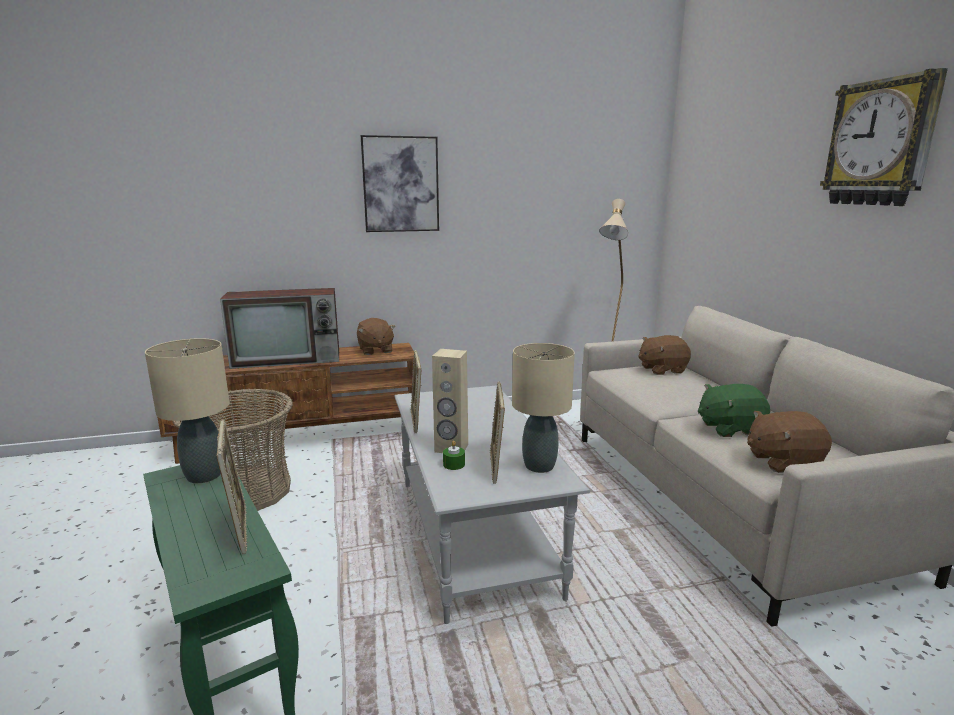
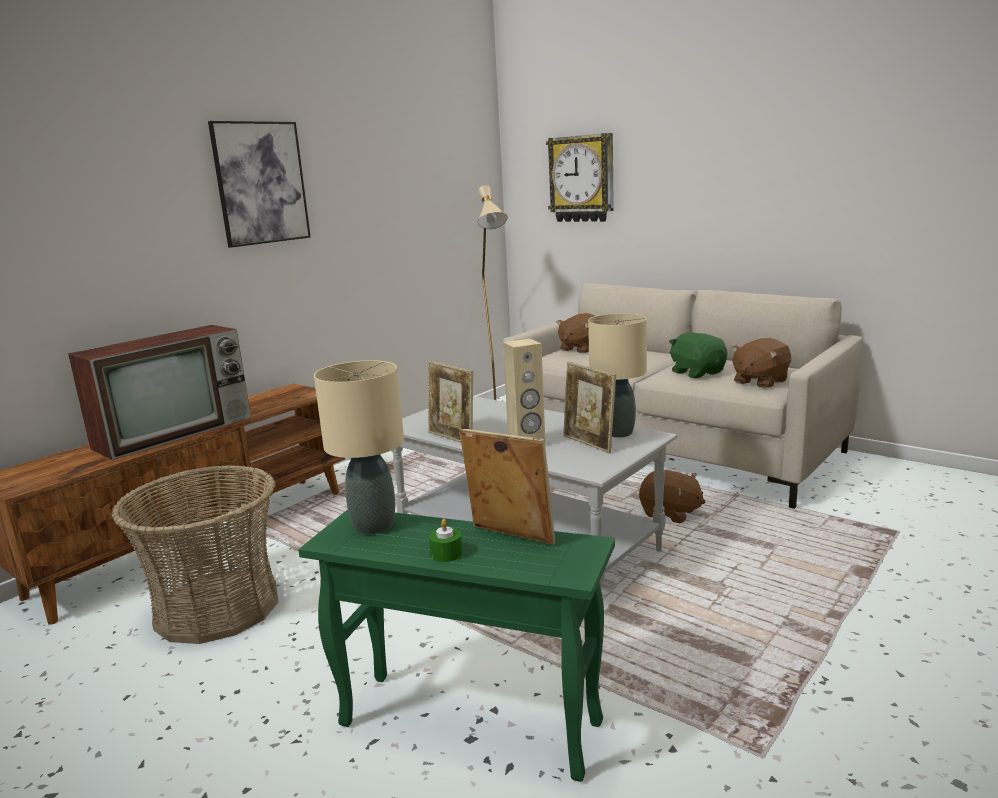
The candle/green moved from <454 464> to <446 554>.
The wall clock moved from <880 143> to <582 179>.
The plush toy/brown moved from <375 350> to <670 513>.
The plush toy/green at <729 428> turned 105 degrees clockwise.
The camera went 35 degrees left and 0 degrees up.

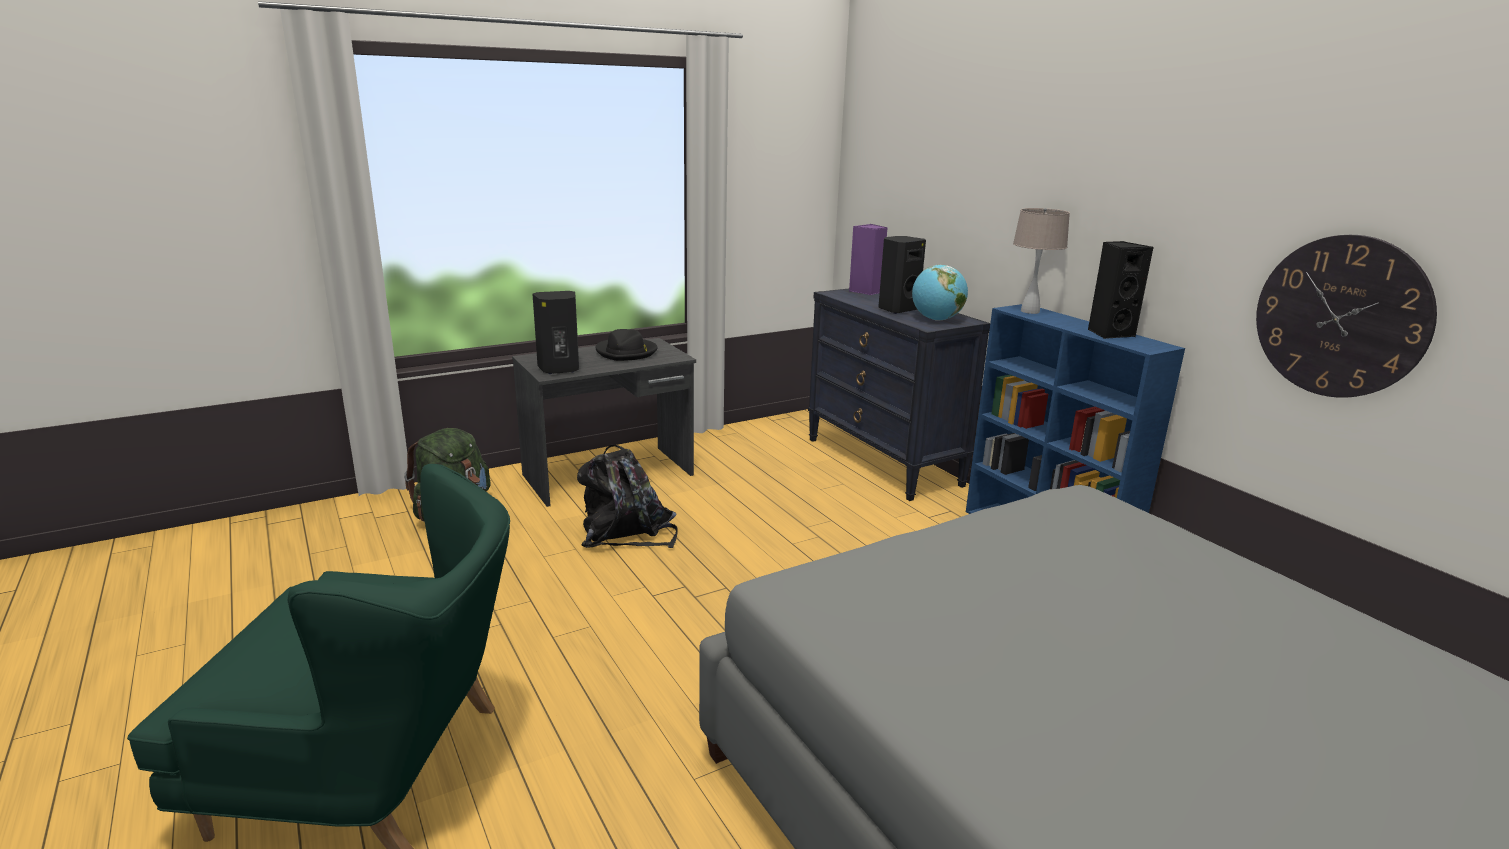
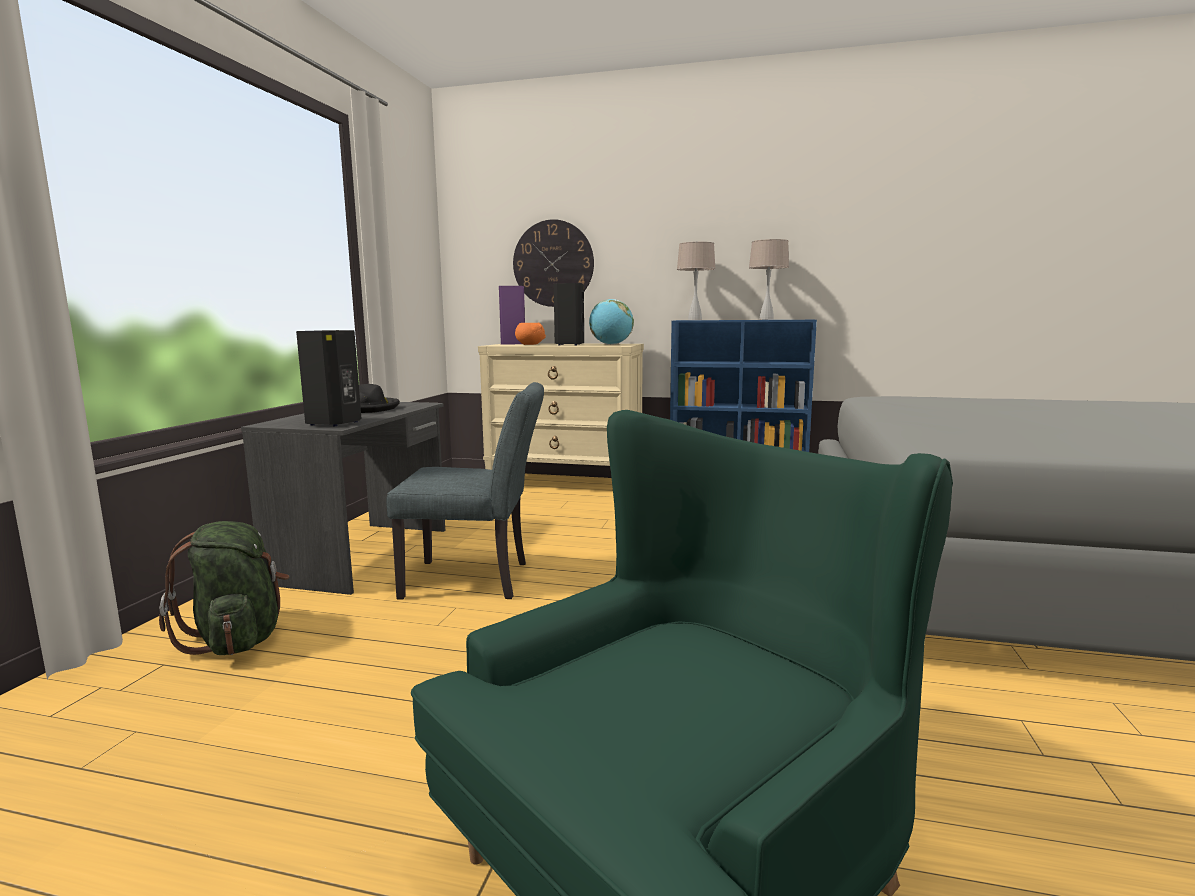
The backpack/black at <626 532> was replaced by the chair/grey at <477 580>.
The dresser/black at <884 462> became the dresser/beige at <565 484>.
The wall clock moved from <1340 317> to <553 263>.
The bowl/orange at <530 344> appeared.
The speaker/black at <1109 333> was replaced by the table lamp/beige at <766 319>.
The camera went 45 degrees left and 10 degrees down.

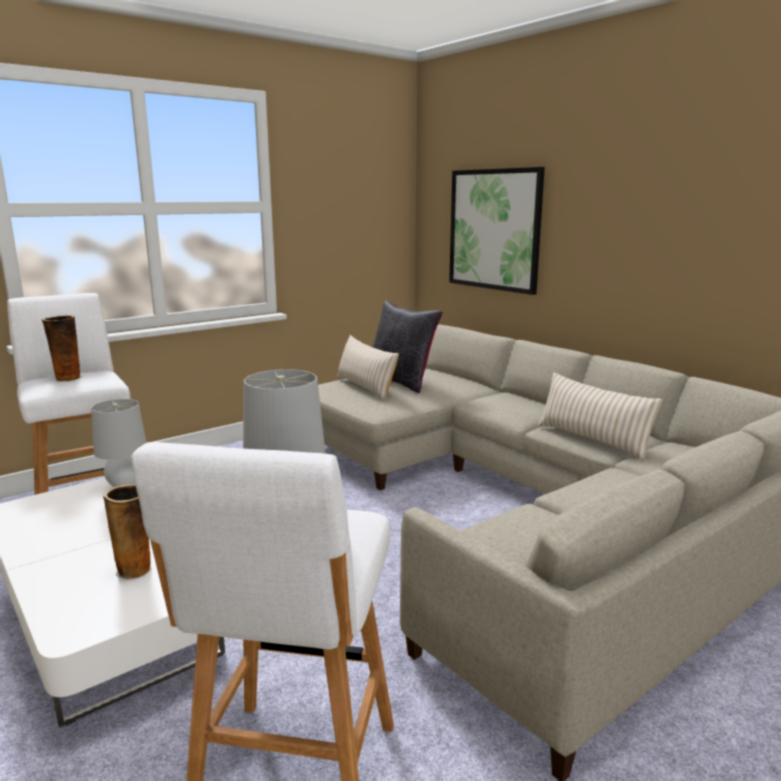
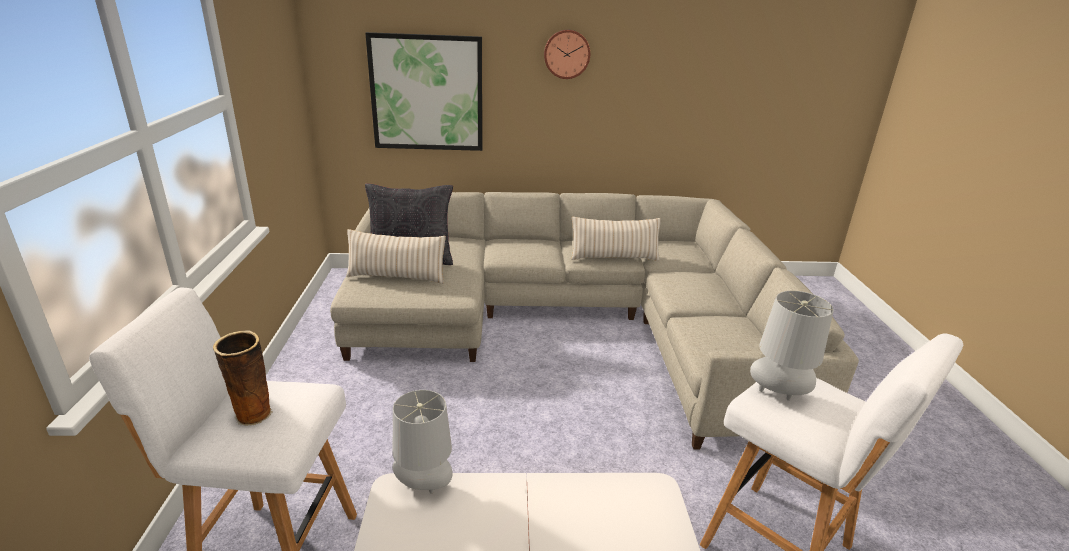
The wall clock at <566 54> appeared.
The vase at <136 570> disappeared.
The camera went 55 degrees left and 10 degrees up.

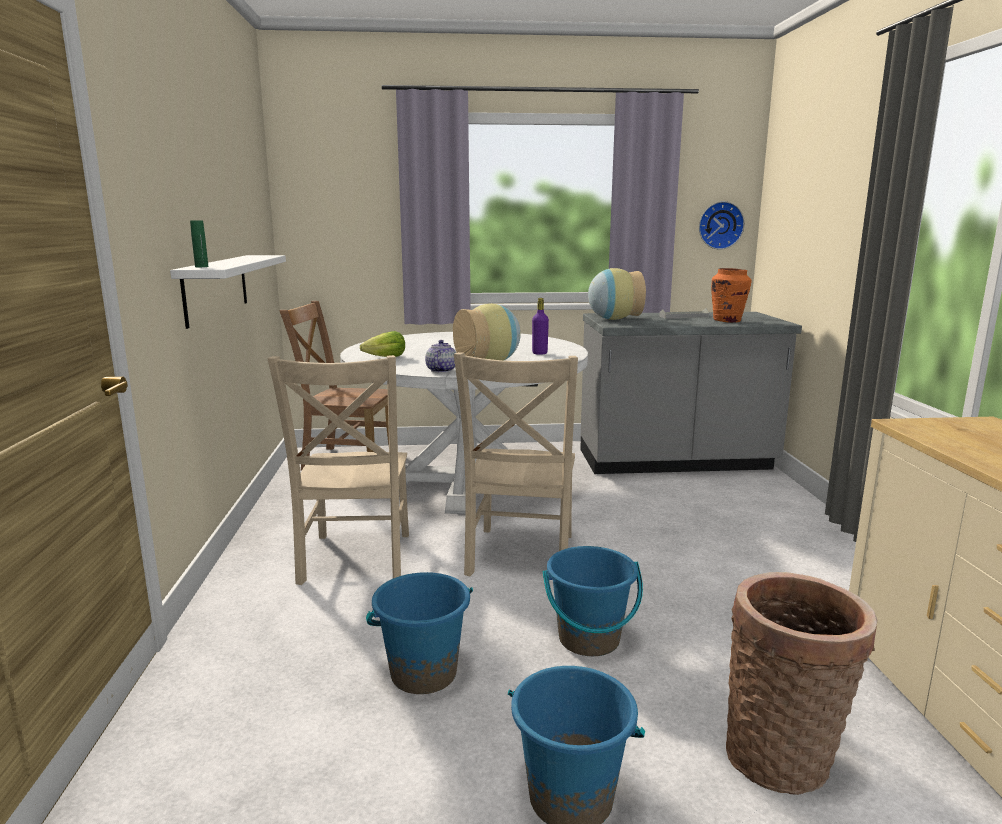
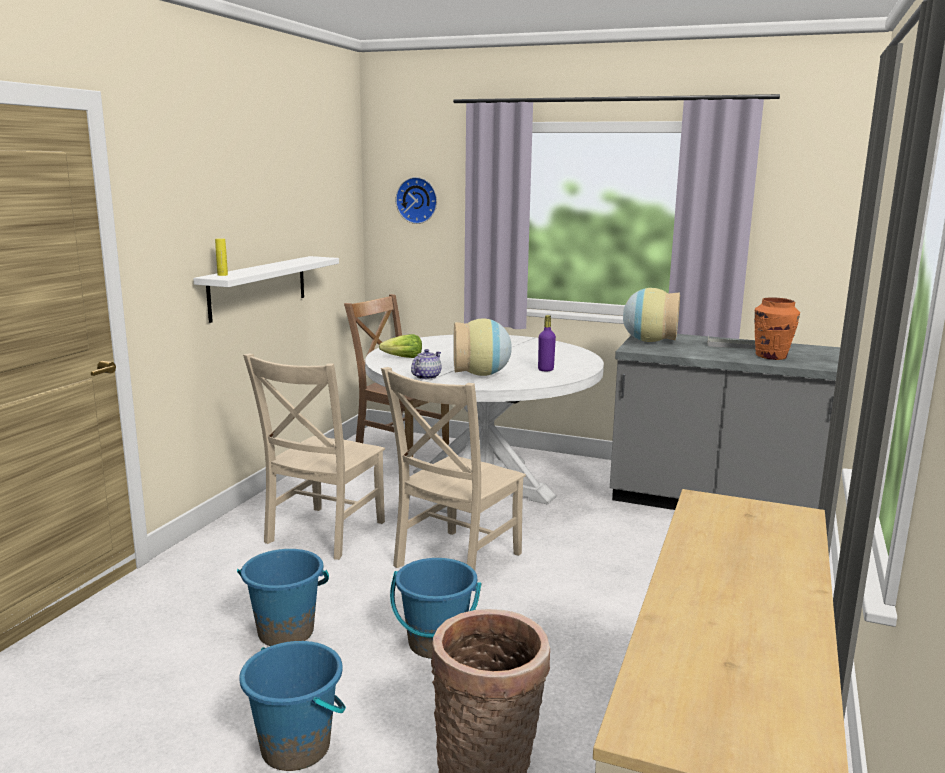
The bottle/green at <201 267> became the bottle/yellow at <222 275>.
The wall clock moved from <720 225> to <417 200>.
The camera went 25 degrees right and 0 degrees up.

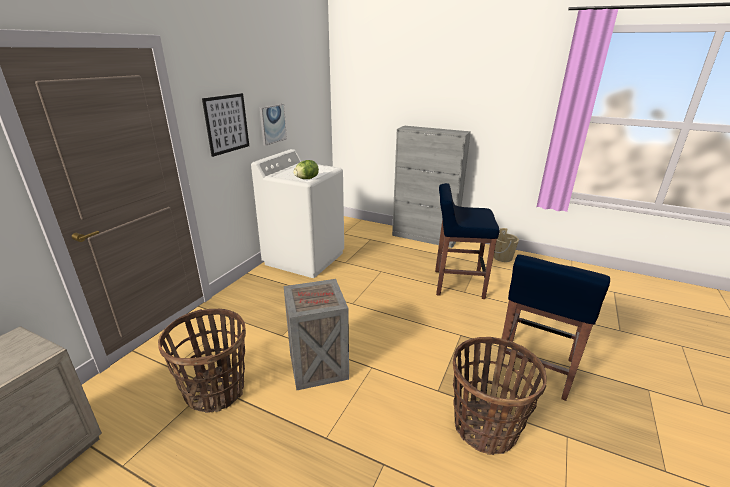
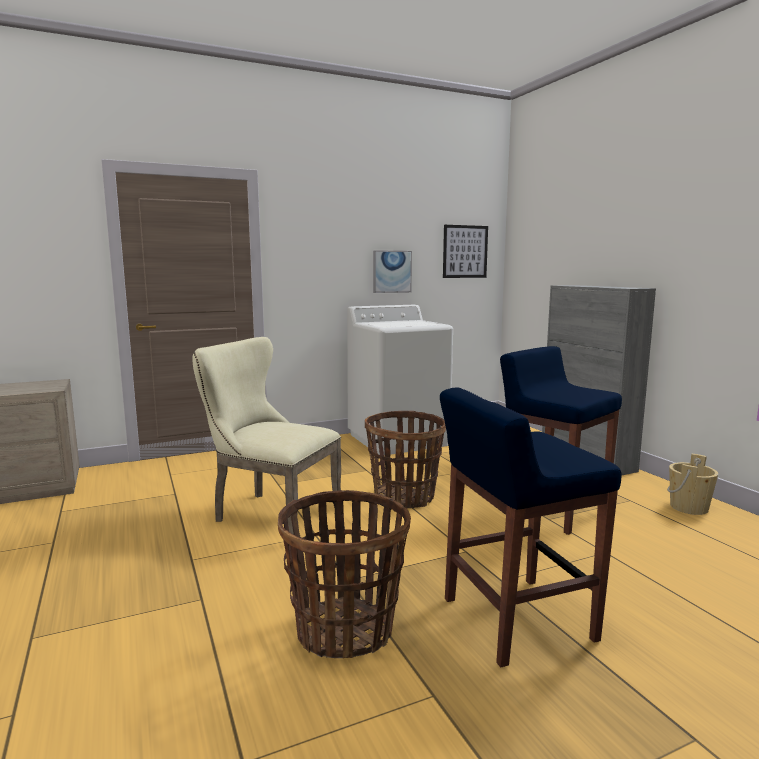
The crate at <317 365> was replaced by the chair/beige at <270 514>.
The basket moved from <215 390> to <404 497>.
The picture moved from <227 124> to <465 251>.
The lettuce at <306 179> disappeared.
The camera went 40 degrees right and 15 degrees down.

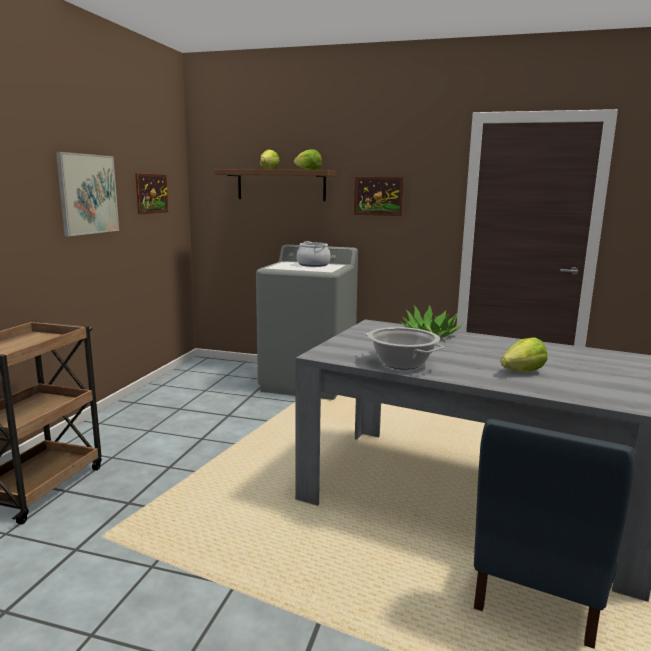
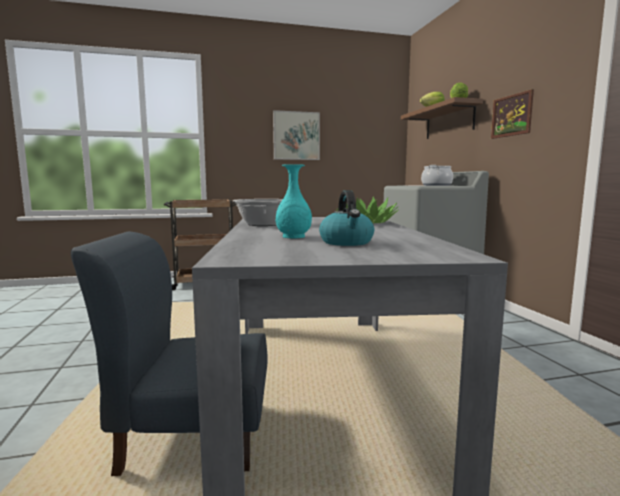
The lettuce at <522 372> was replaced by the vase/turquoise at <293 237>.
The kettle at <347 242> appeared.
The picture at <151 193> disappeared.
The camera went 60 degrees right and 5 degrees down.

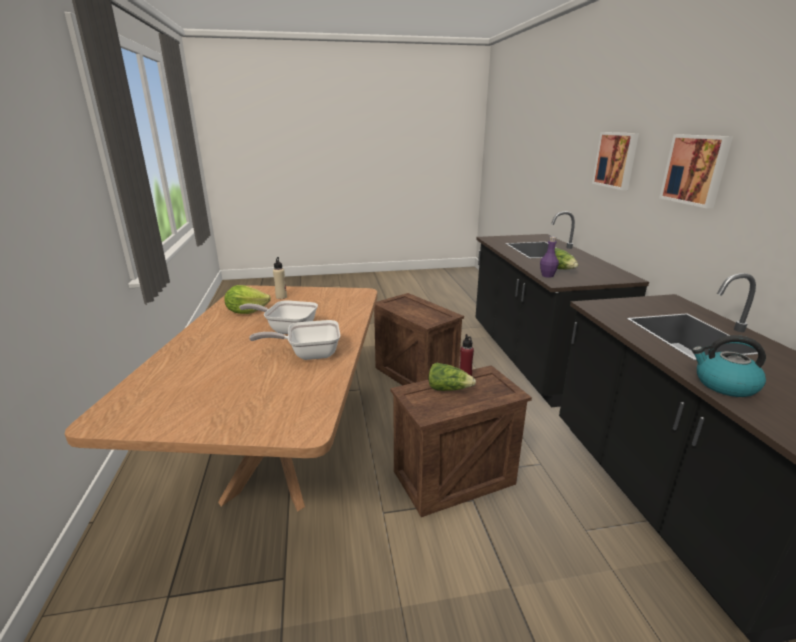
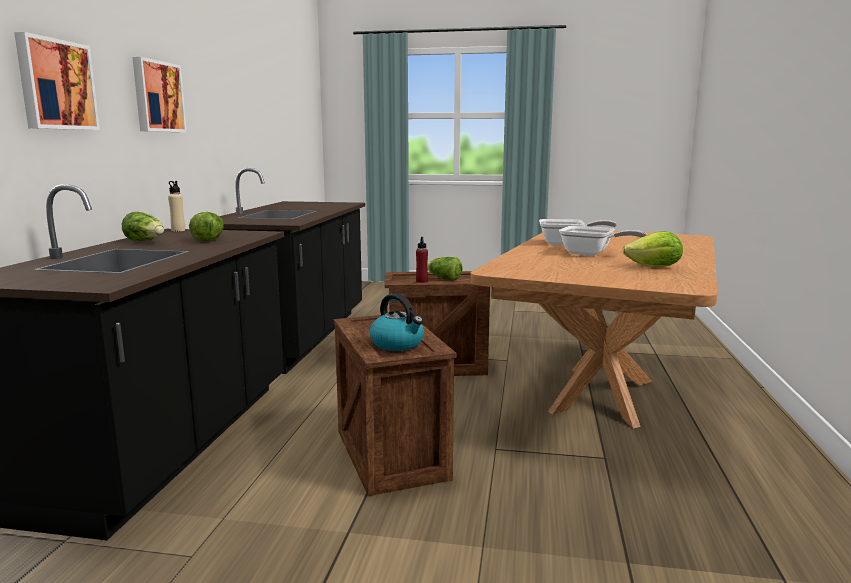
The lettuce at <146 242> appeared.
The bottle/beige moved from <281 297> to <178 230>.
The kettle moved from <724 385> to <398 344>.
The bottle/purple at <547 275> disappeared.
The camera went 160 degrees left and 10 degrees down.

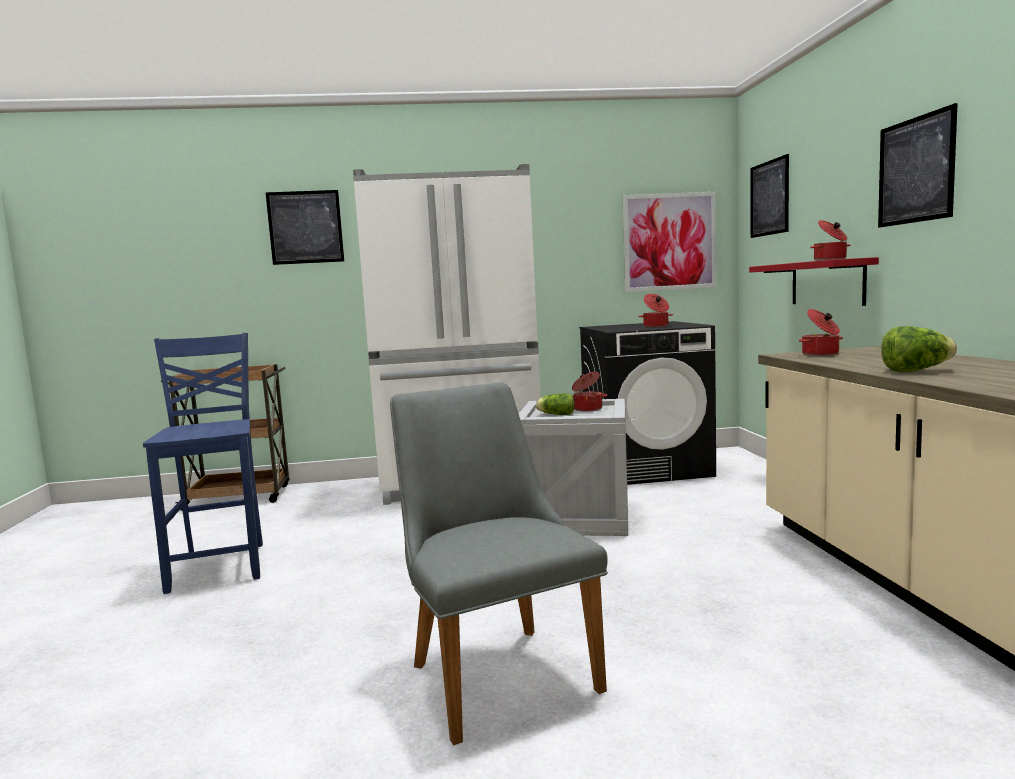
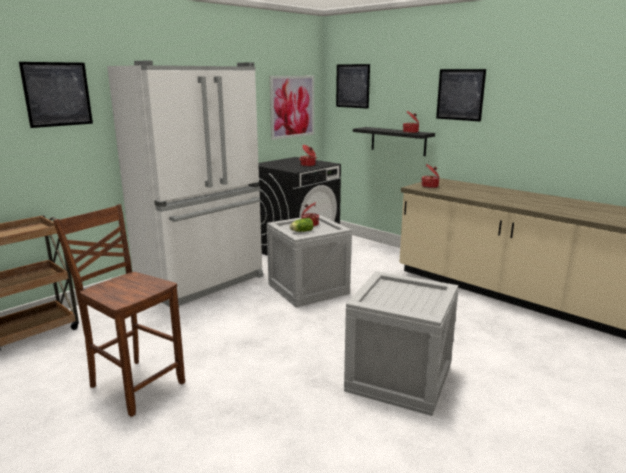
The chair/blue at <221 566> became the chair/brown at <135 384>.
The chair/grey at <494 669> was replaced by the crate at <398 378>.
The shelf/red at <827 283> became the shelf/black at <398 141>.
The lettuce at <915 371> disappeared.
The camera went 40 degrees left and 10 degrees up.

